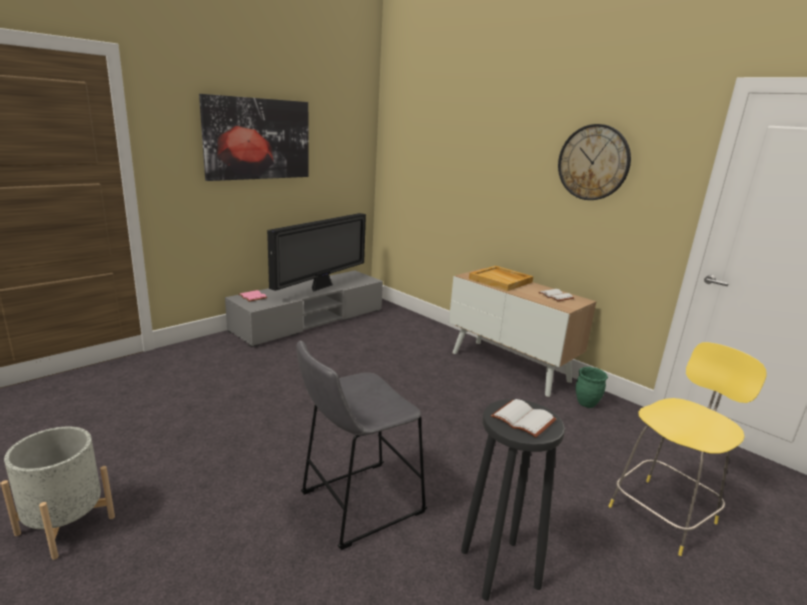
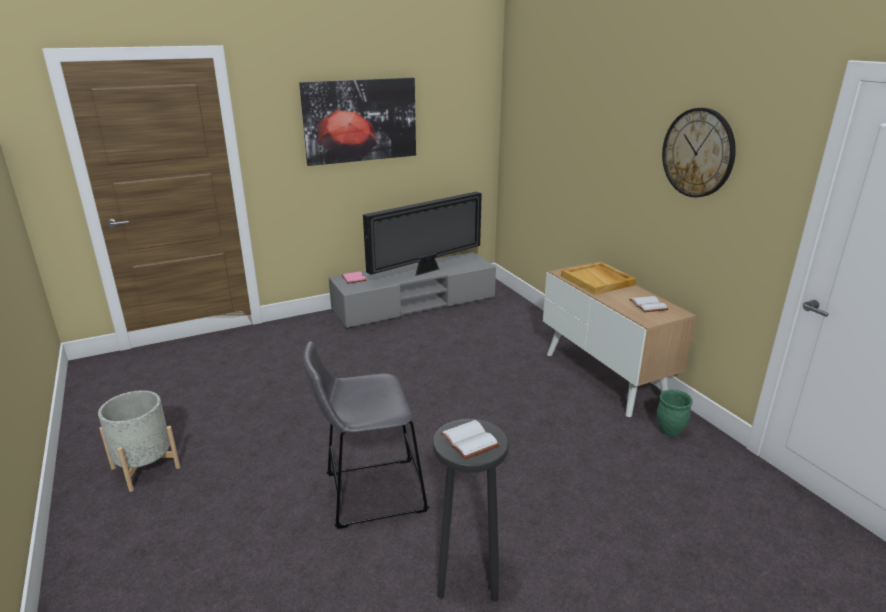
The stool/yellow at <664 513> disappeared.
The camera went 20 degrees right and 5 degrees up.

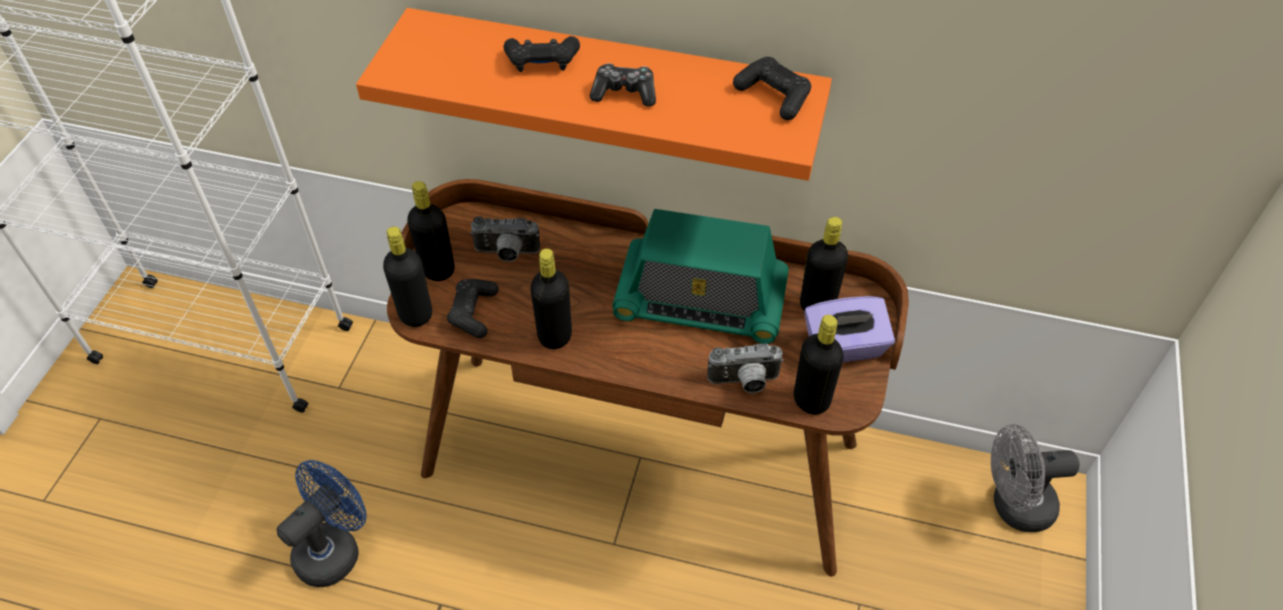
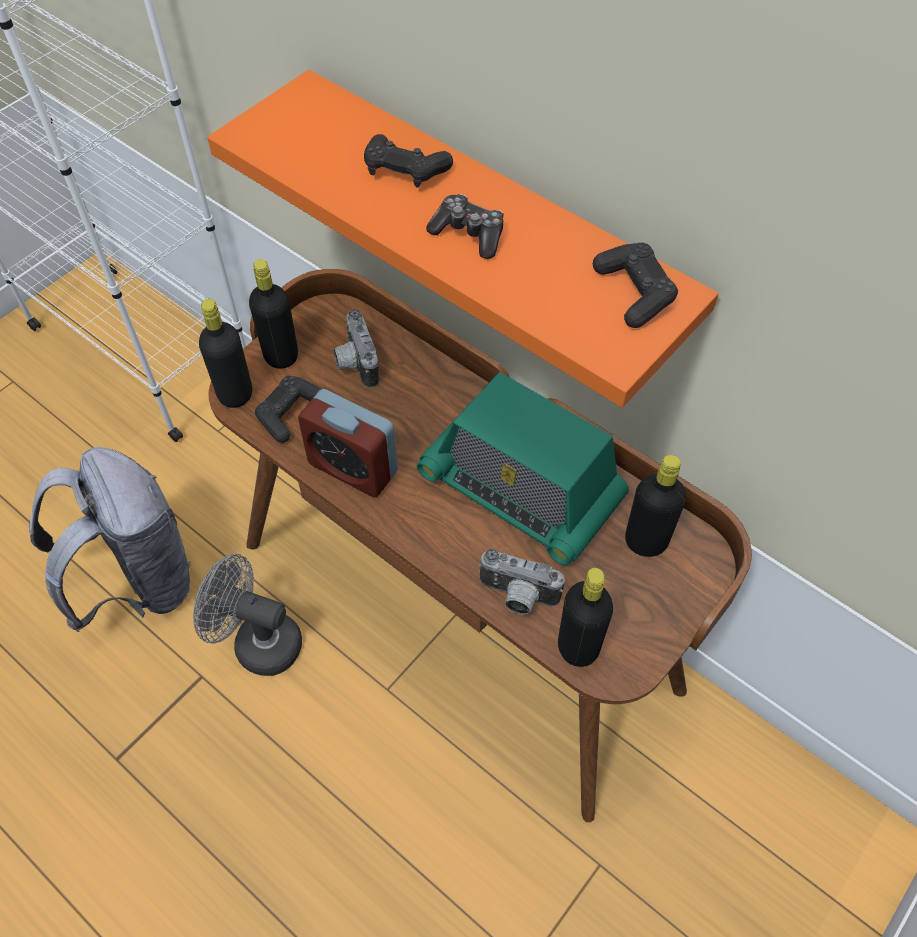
The fan/blue at <334 548> was replaced by the backpack/grey at <139 582>.
The fan/grey moved from <1013 506> to <258 642>.
The bottle/black at <555 336> was replaced by the alarm clock at <353 468>.
The photo camera at <506 254> turned 45 degrees clockwise.
The tissue box/purple at <844 347> disappeared.
The camera went 25 degrees right and 5 degrees up.

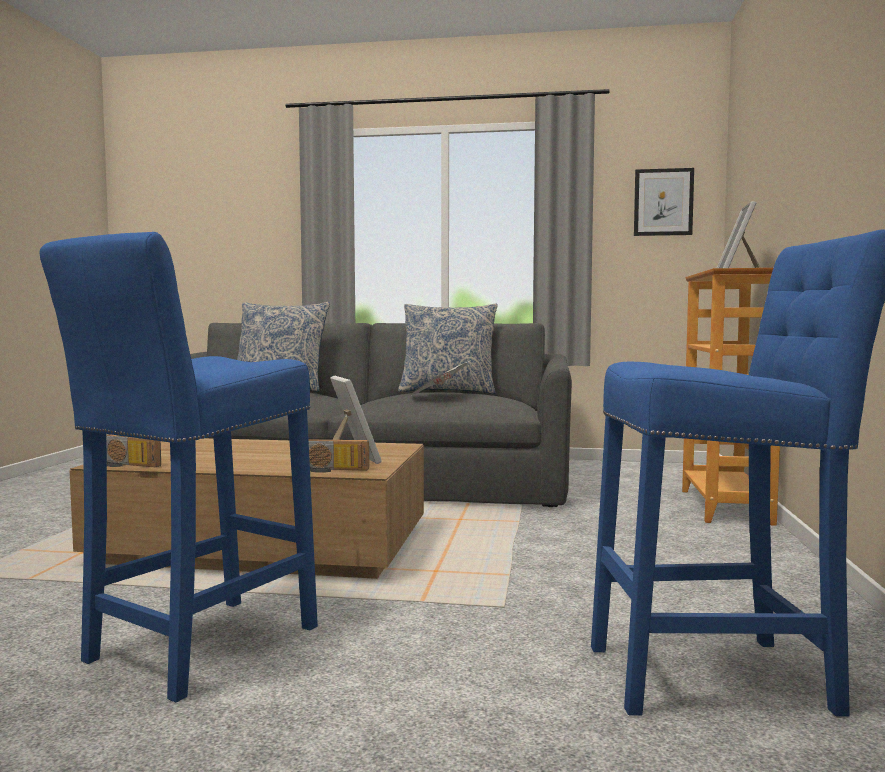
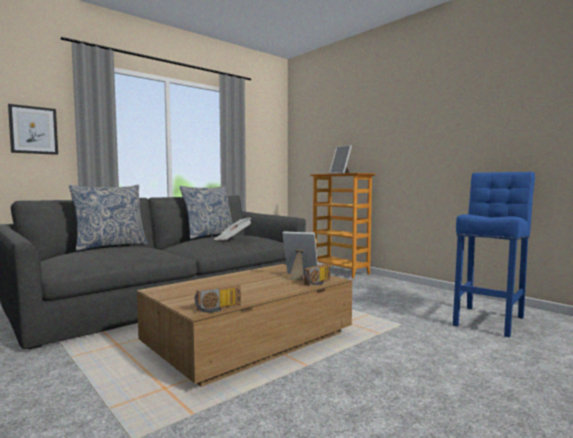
The picture moved from <663 202> to <33 130>.
The stool/blue at <195 649> disappeared.
The camera went 50 degrees left and 0 degrees up.

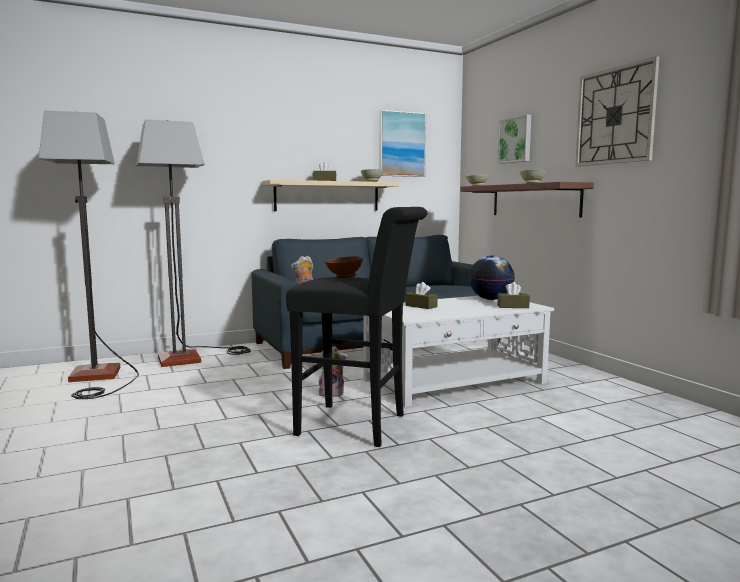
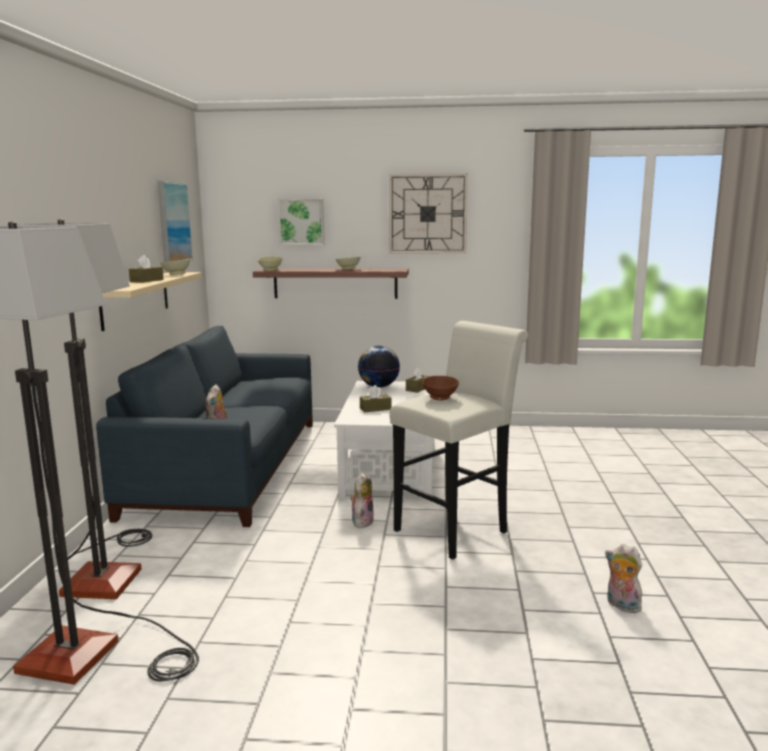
The stool/black at <359 426> became the stool/white at <456 529>.
The plush toy at <621 606> appeared.
The camera went 60 degrees left and 5 degrees up.

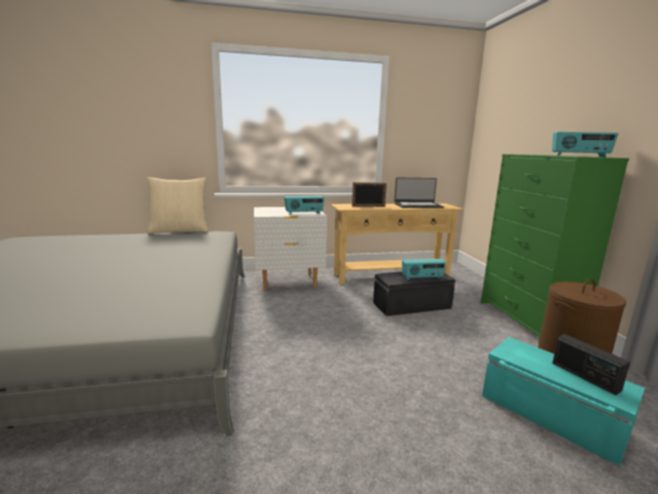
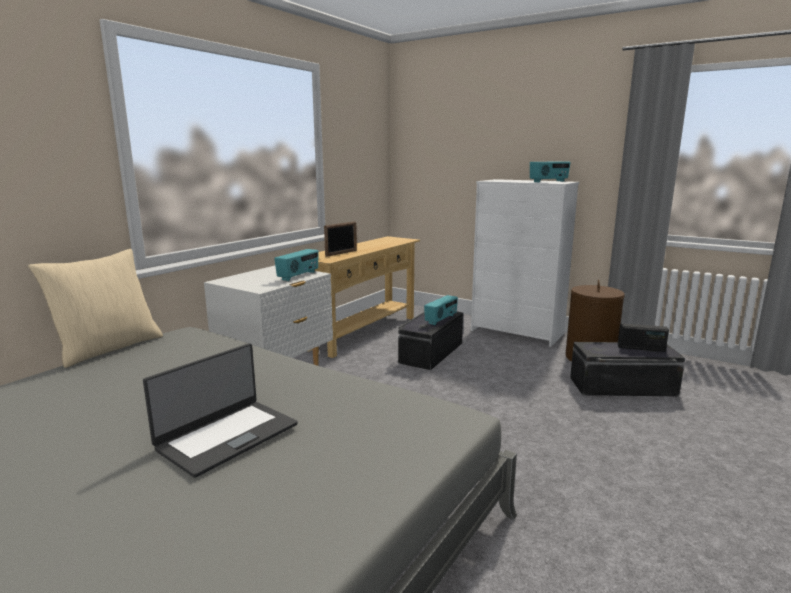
The laptop moved from <418 205> to <227 436>.
The dresser/green at <528 319> became the dresser/white at <518 332>.
The storage box/turquoise at <550 415> became the storage box/black at <623 387>.
The camera went 45 degrees left and 0 degrees up.

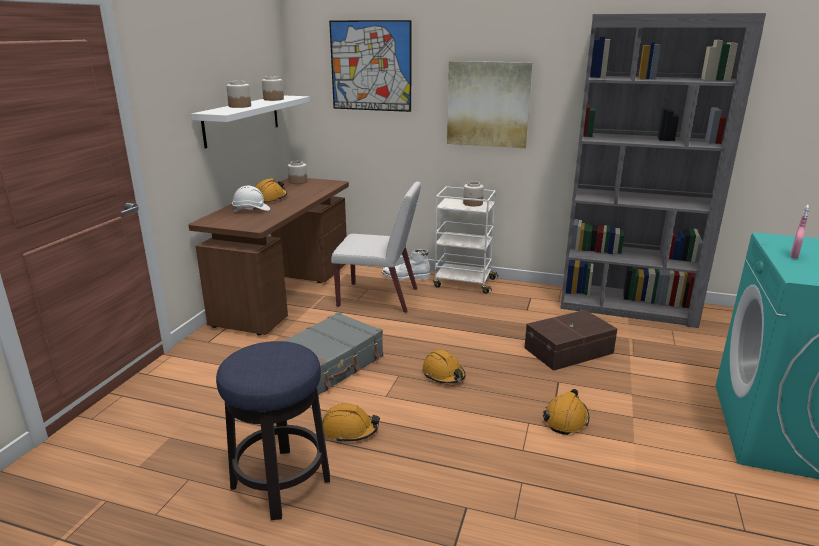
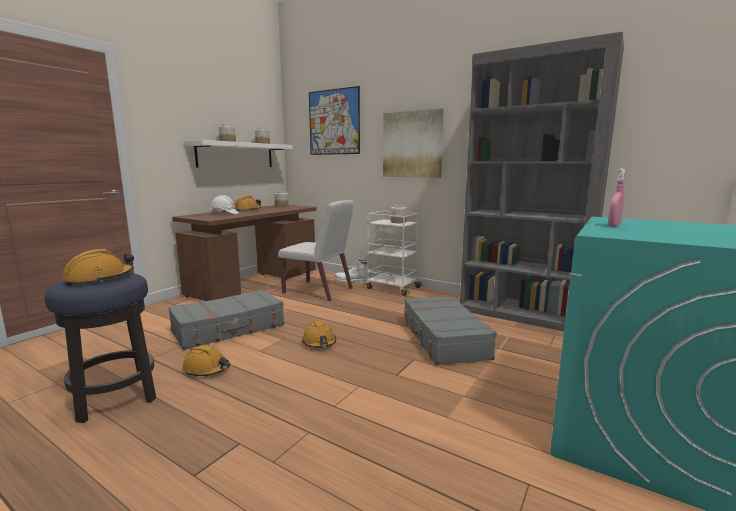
The hard hat/orange moved from <565 419> to <100 278>.
The storage box/brown at <570 351> was replaced by the suitcase/grey at <443 339>.
The camera went 15 degrees right and 10 degrees down.

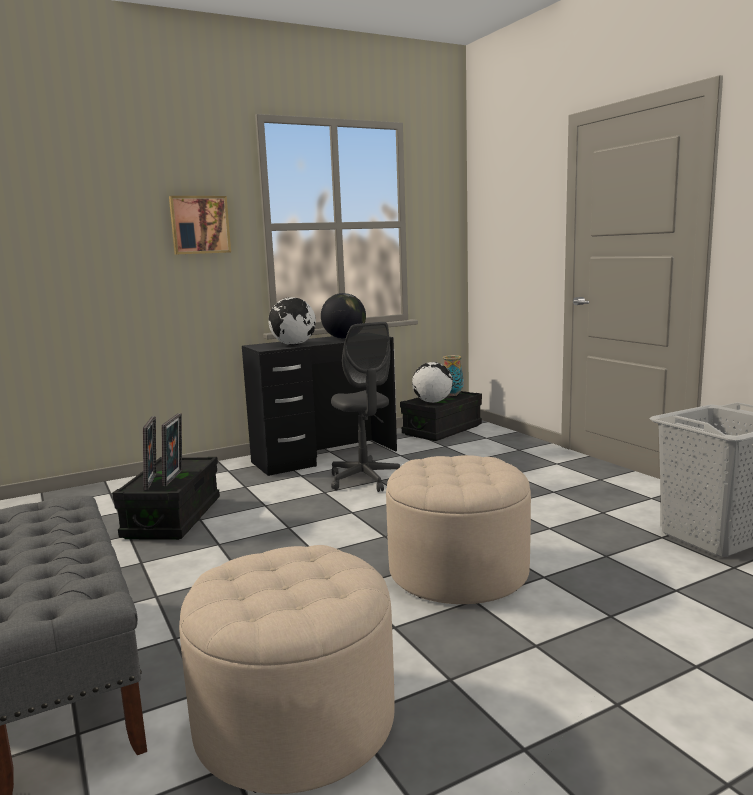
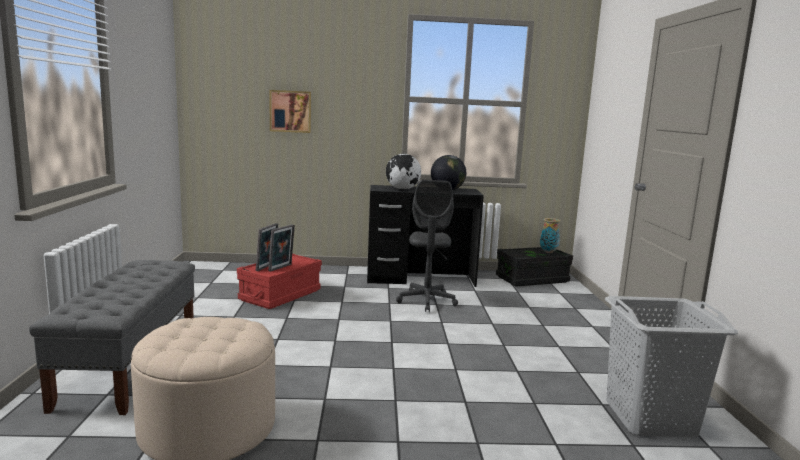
The storage box/black at <173 518> became the storage box/red at <280 295>.
The picture moved from <199 225> to <290 111>.
The ottoman/beige at <458 571> disappeared.
The globe at <432 402> disappeared.
The camera went 25 degrees right and 0 degrees up.

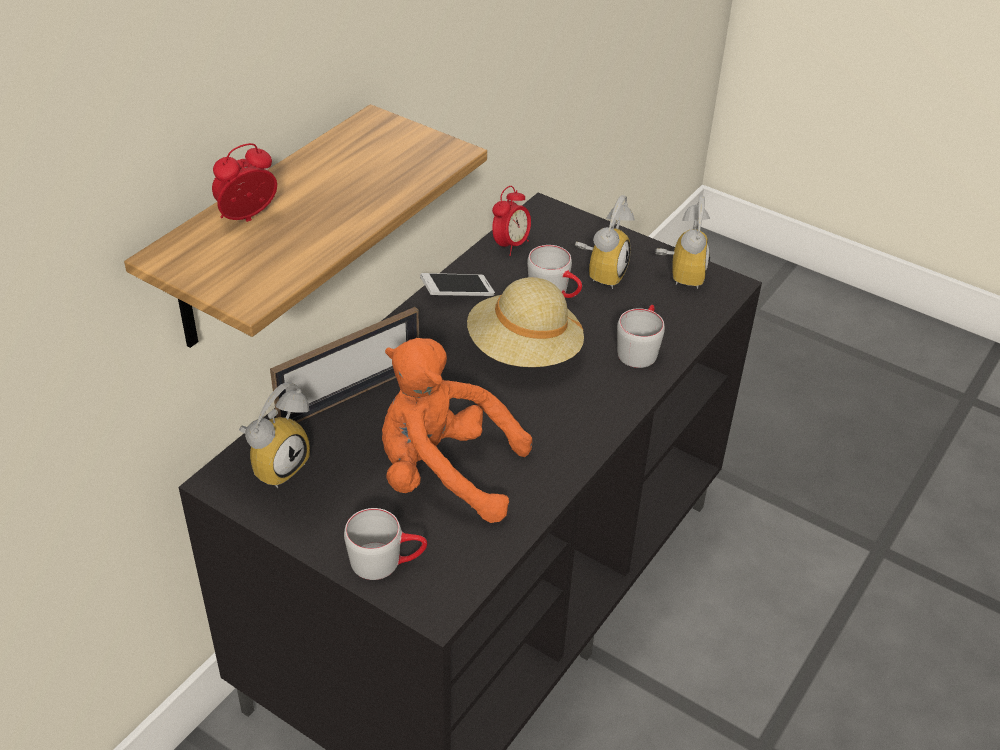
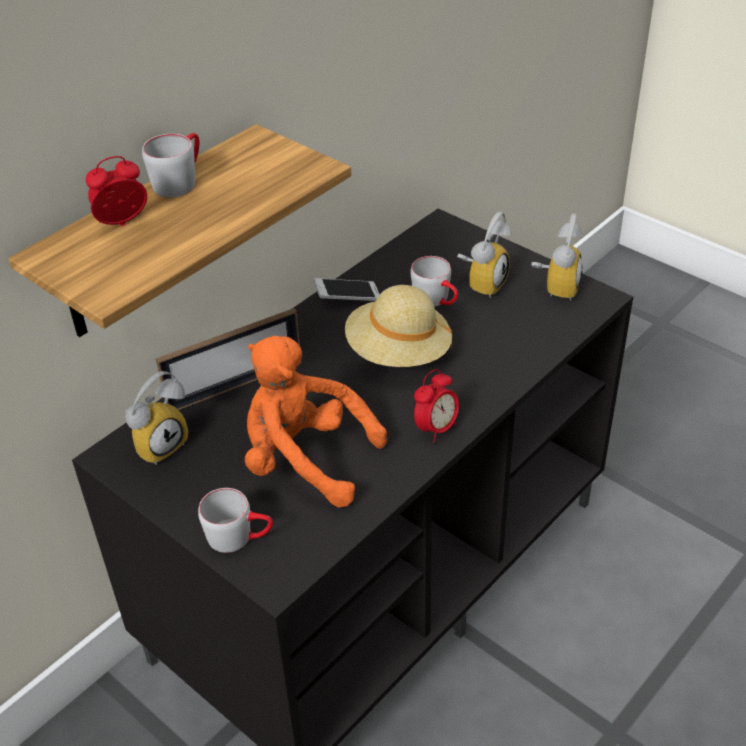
The mug/grey moved from <639 348> to <180 180>.
The alarm clock moved from <510 245> to <436 429>.
The camera went 10 degrees right and 0 degrees up.

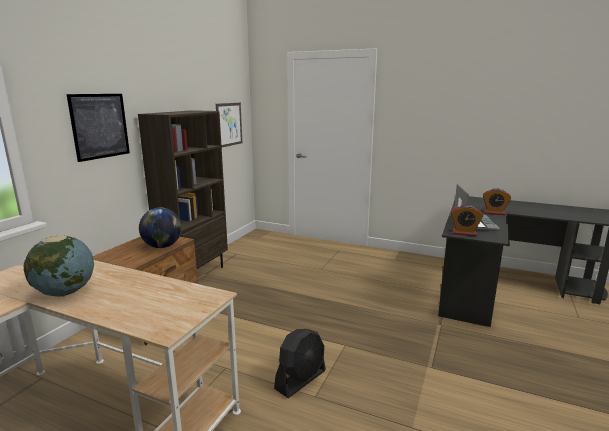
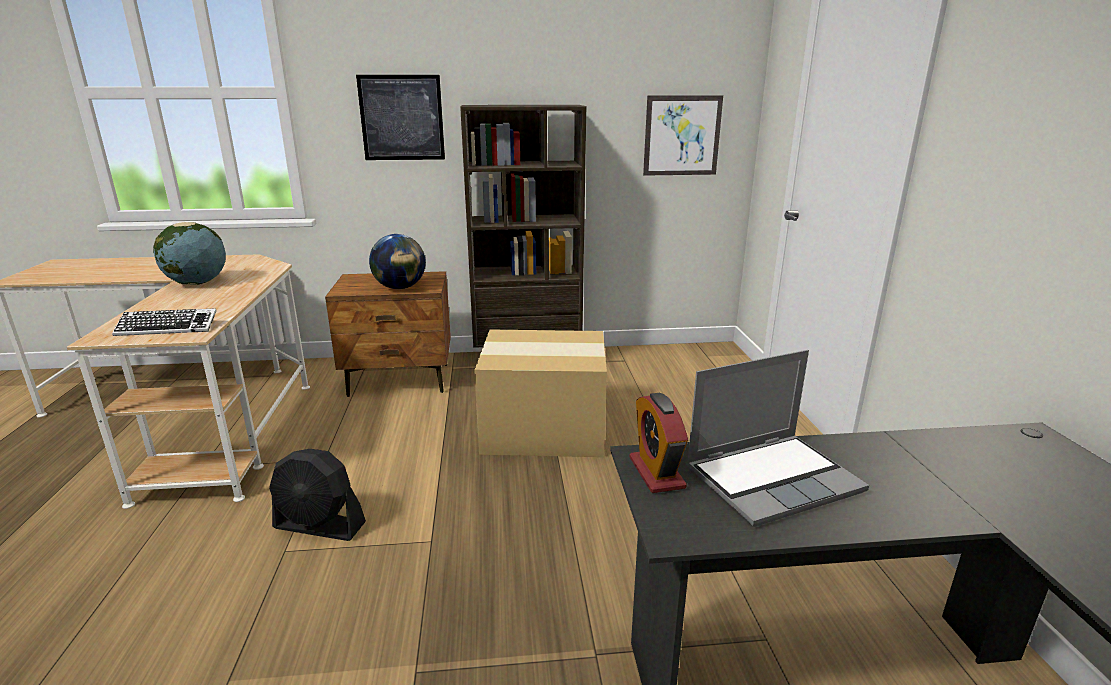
The keyboard at <167 328> appeared.
The cardboard box at <546 429> appeared.
The alarm clock at <494 213> disappeared.
The camera went 60 degrees right and 5 degrees up.

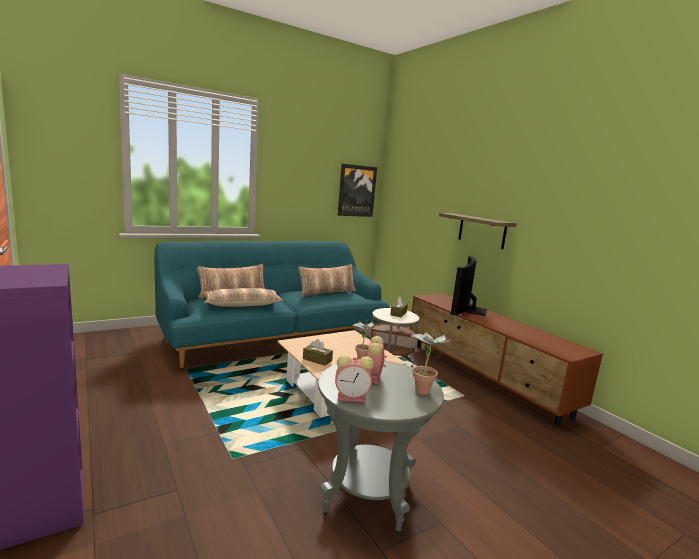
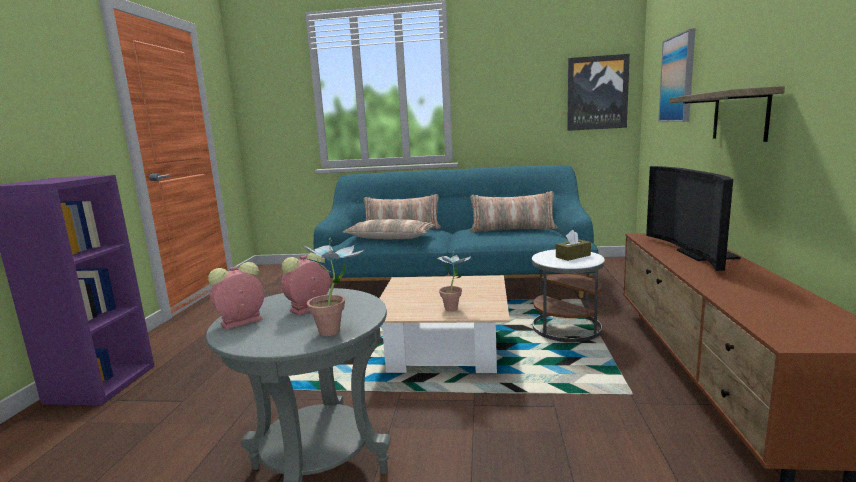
The alarm clock at <353 397> turned 105 degrees clockwise.
The television at <469 309> turned 60 degrees counterclockwise.
The picture at <678 79> appeared.
The tissue box/brown at <317 360> disappeared.
The camera went 40 degrees right and 0 degrees up.

